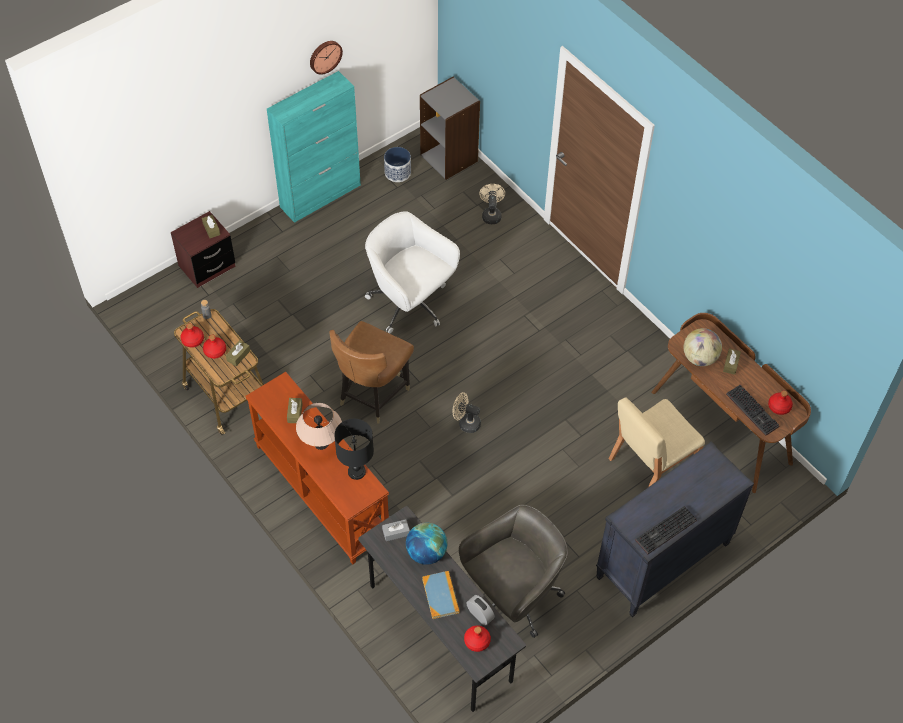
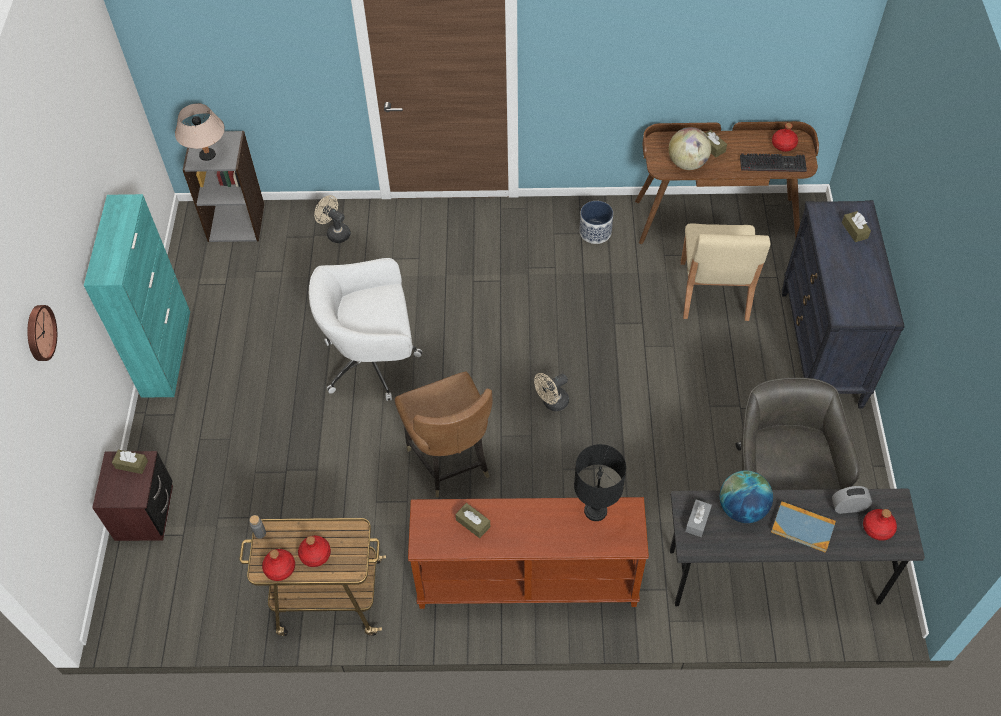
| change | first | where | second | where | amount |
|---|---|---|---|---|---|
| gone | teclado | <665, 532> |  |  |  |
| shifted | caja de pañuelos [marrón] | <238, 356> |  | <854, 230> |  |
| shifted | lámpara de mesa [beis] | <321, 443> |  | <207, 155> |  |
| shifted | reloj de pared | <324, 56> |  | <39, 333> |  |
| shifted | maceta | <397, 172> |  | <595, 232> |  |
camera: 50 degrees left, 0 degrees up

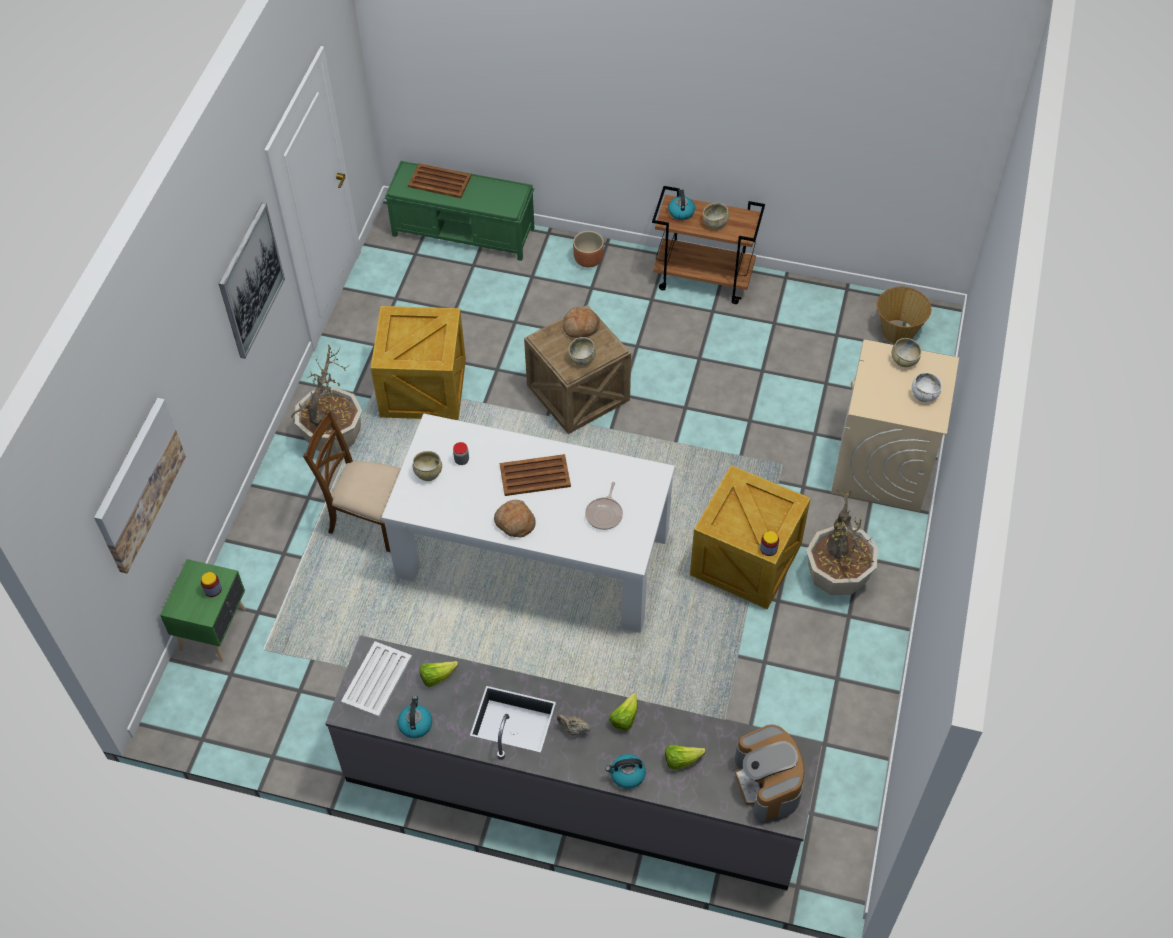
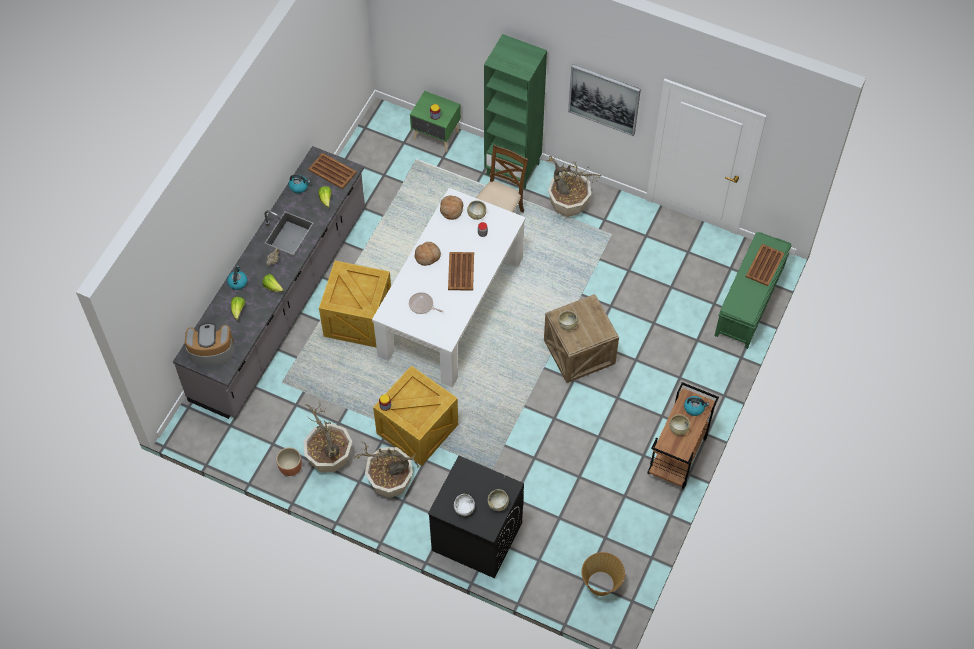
| change | first | where | second | where | amount |
|---|---|---|---|---|---|
| gone | cuadro | <138, 484> |  |  |  |
| new |  |  | planta en maceta | <329, 458> |  |
| new |  |  | estantería [verde] | <513, 168> |  |
| shifted | caja de embalaje | <422, 389> |  | <357, 317> |  |
| shifted | pan | <580, 327> |  | <451, 209> |  |
| shifted | maceta [marrón] | <588, 260> |  | <290, 467> |  |
| repainted | bandeja [blanco] | <376, 680> | bandeja [marrón] | <332, 171> |  |
| repainted | lavadora [beis] | <882, 465> | lavadora [negro] | <476, 536> |  |
camera: 100 degrees right, 5 degrees up

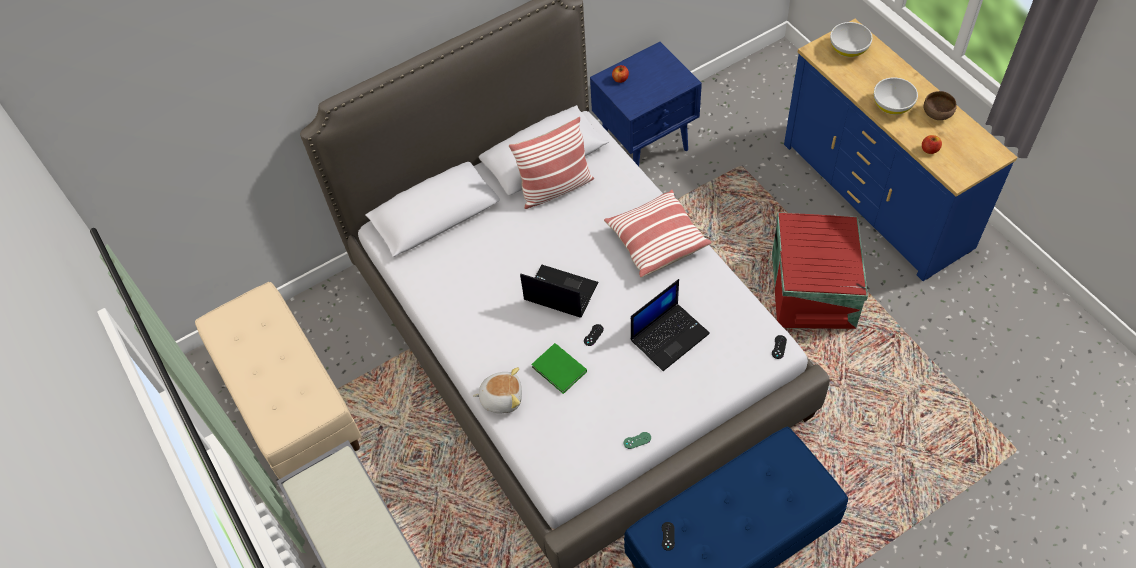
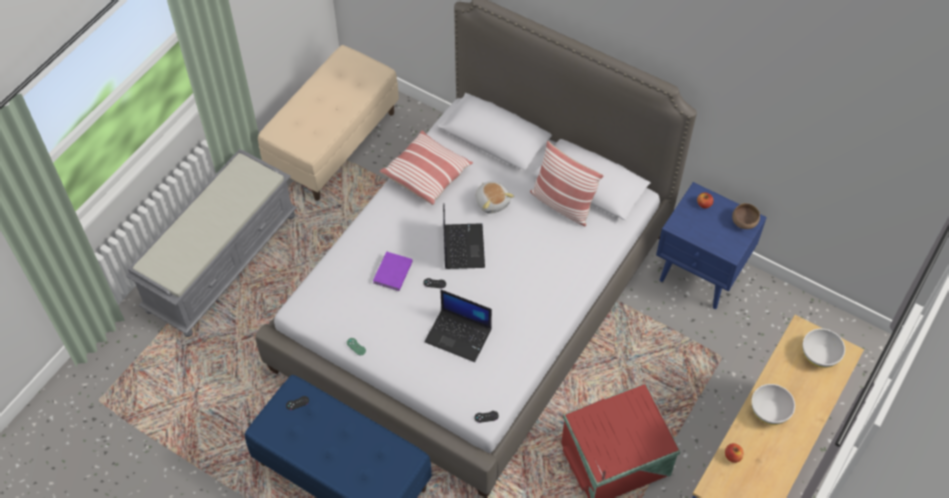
| change | first | where | second | where | amount |
|---|---|---|---|---|---|
| shifted | peluche | <501, 397> |  | <492, 202> |  |
| shifted | cojín | <656, 241> |  | <427, 174> |  |
| shifted | cuenco [marrón] | <937, 113> |  | <744, 222> |  |
| repainted | libro [verde] | <559, 370> | libro [morado] | <392, 273> |  |
camera: 60 degrees right, 0 degrees up

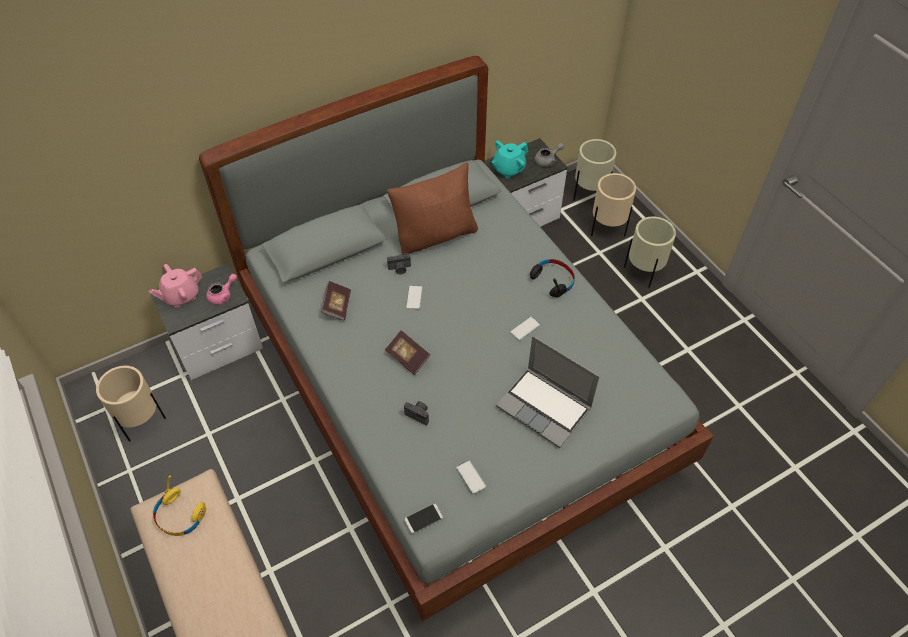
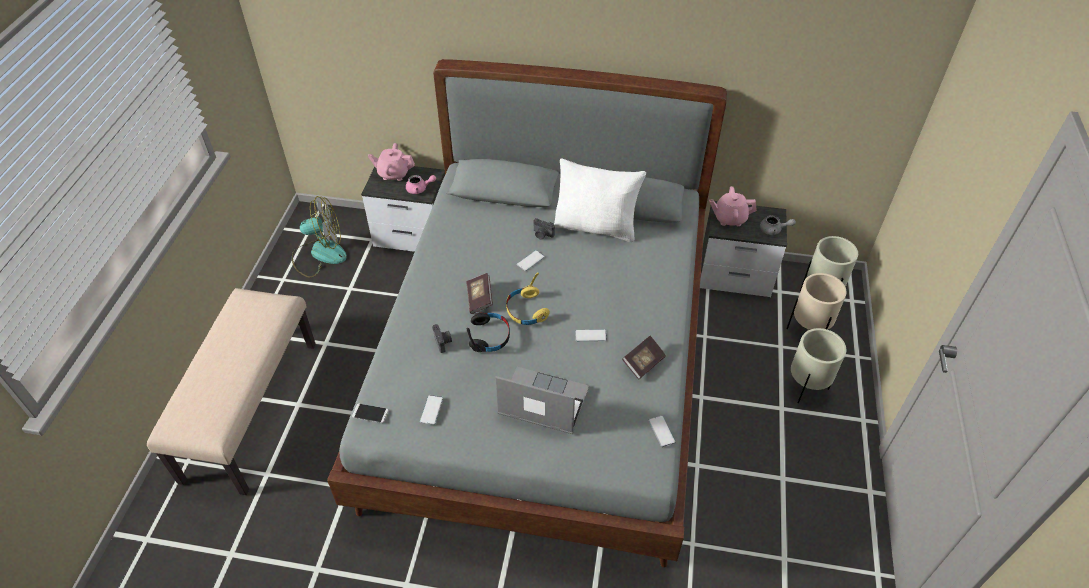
| change | first | where | second | where | amount |
|---|---|---|---|---|---|
| new |  |  | móvil | <661, 431> |  |
| shifted | auriculares [amarillo] | <180, 516> |  | <526, 310> |  |
| shifted | libro | <337, 306> |  | <643, 363> |  |
| shifted | auriculares [negro] | <553, 280> |  | <489, 336> |  |
| swapped | maceta [beis] | <142, 422> | ventilador | <319, 254> |  |
| repainted | cojín [marrón] | <436, 235> | cojín [blanco] | <596, 227> |  |
| repainted | tetera [turquesa] | <508, 169> | tetera [rosa] | <729, 218> |  |
| rotated | portátil | <545, 407> |  | <542, 403> | 120 degrees clockwise |
camera: 40 degrees right, 5 degrees down

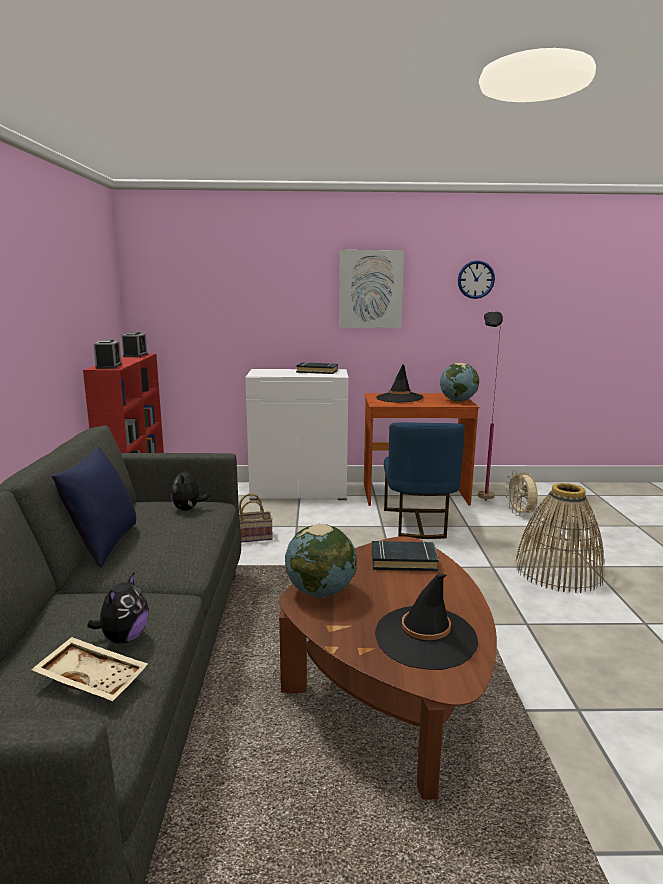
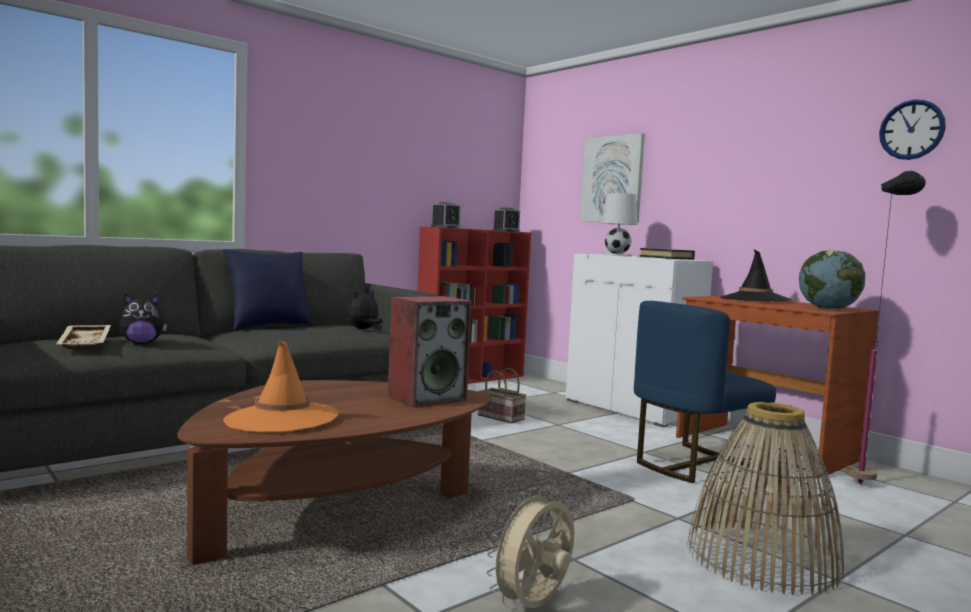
| change | first | where | second | where | amount |
|---|---|---|---|---|---|
| gone | globo terráqueo | <321, 592> |  |  |  |
| new |  |  | lámpara de mesa [blanco] | <617, 255> |  |
| shifted | cuadro | <370, 289> |  | <612, 179> |  |
| shifted | ventilador [beis] | <520, 514> |  | <533, 607> |  |
| swapped | libro [negro] | <403, 560> | altavoz | <427, 398> |  |
| repainted | sombrero [negro] | <425, 637> | sombrero [naranja] | <281, 418> |  |
camera: 50 degrees right, 10 degrees down

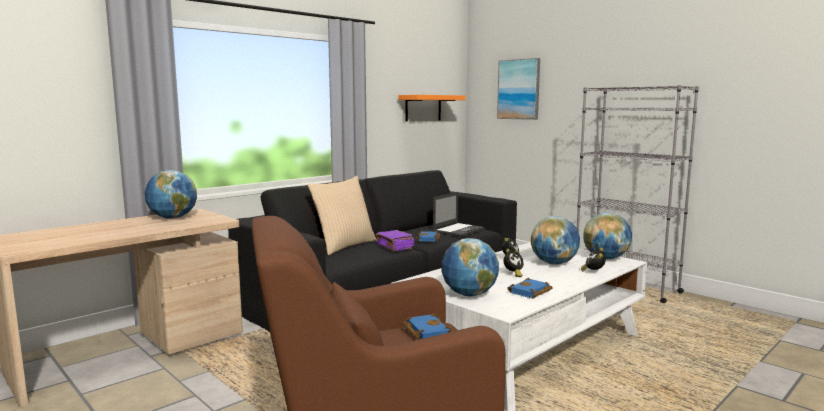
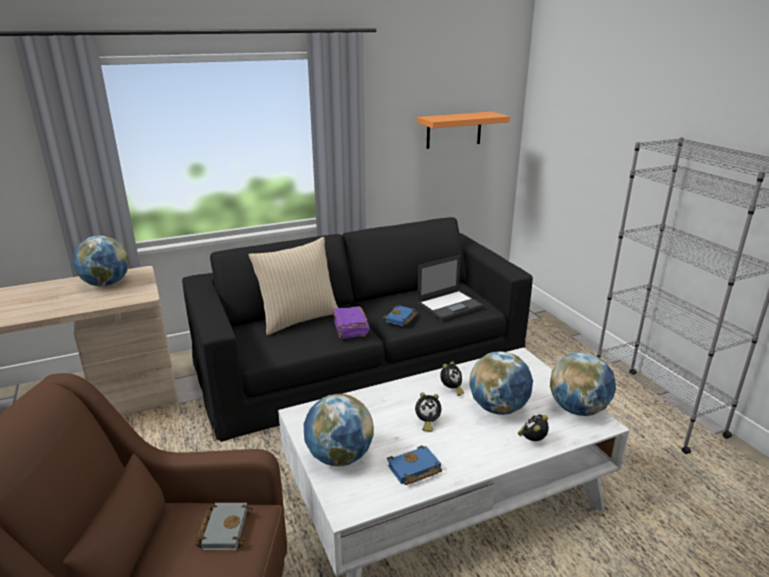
| change | first | where | second | where | amount |
|---|---|---|---|---|---|
| gone | cuadro | <519, 89> |  |  |  |
| repainted | libro [azul] | <425, 331> | libro [gris] | <223, 528> |  |
camera: 20 degrees right, 15 degrees up

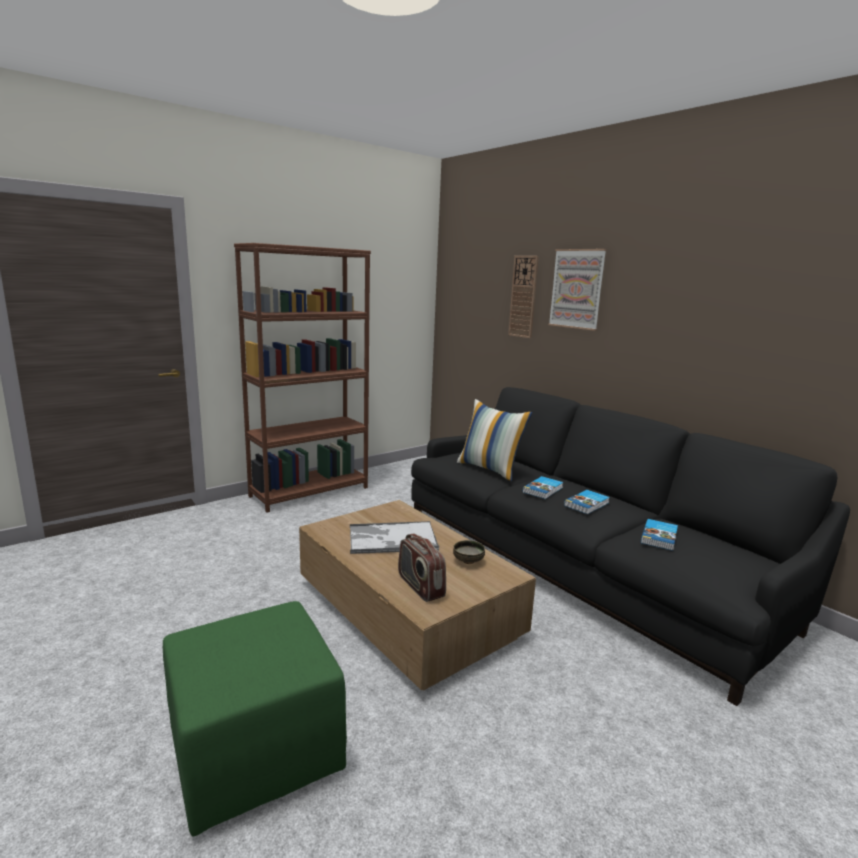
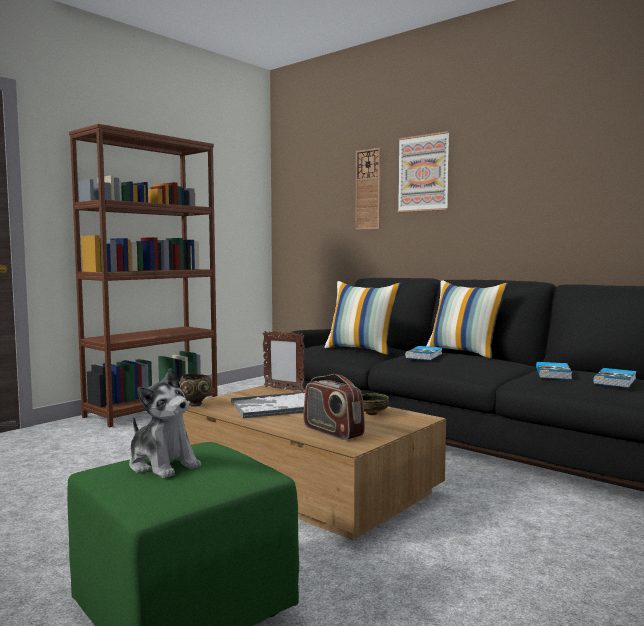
| change | first | where | second | where | amount |
|---|---|---|---|---|---|
| new |  |  | peluche | <163, 464> |  |
| new |  |  | cuenco [marrón] | <196, 404> |  |
| new |  |  | portarretratos | <283, 389> |  |
| new |  |  | cojín | <464, 352> |  |
| shifted | libro | <587, 504> |  | <616, 381> |  |
camera: 10 degrees left, 10 degrees down

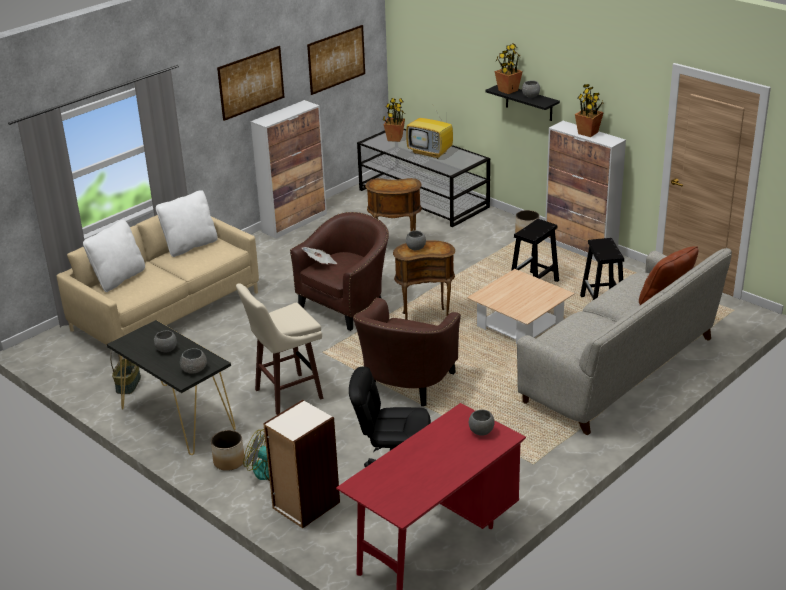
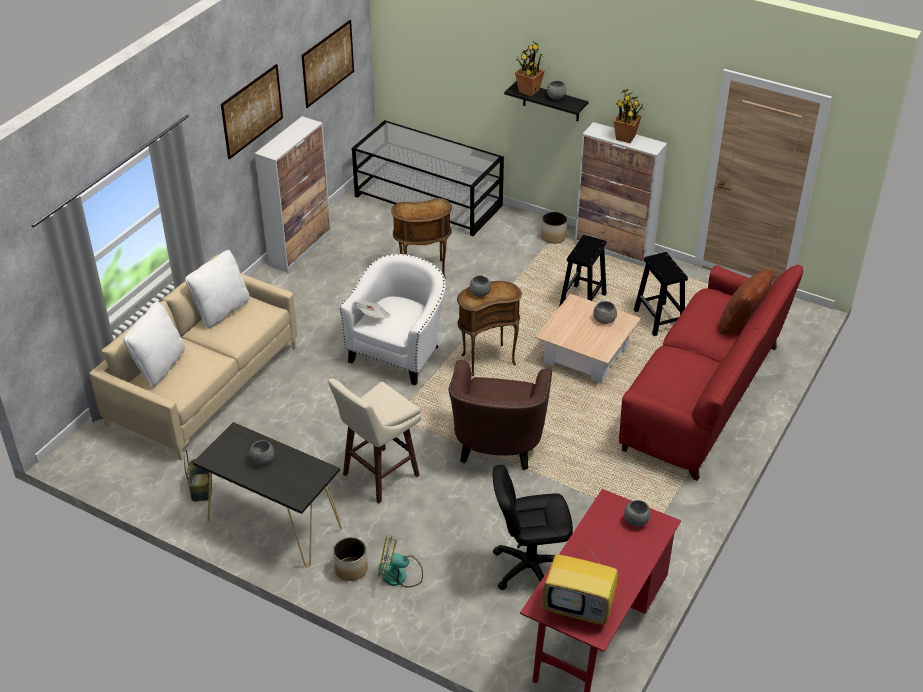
| change | first | where | second | where | amount |
|---|---|---|---|---|---|
| gone | estantería | <305, 505> |  |  |  |
| gone | planta en maceta | <394, 139> |  |  |  |
| shifted | cuenco [gris] | <194, 369> |  | <604, 319> |  |
| shifted | televisor | <431, 153> |  | <580, 607> |  |
| repainted | sillón [marrón] | <347, 305> | sillón [blanco] | <399, 352> |  |
| repainted | sofá [gris] | <620, 370> | sofá [rojo] | <703, 397> |  |
camera: 15 degrees left, 10 degrees up

